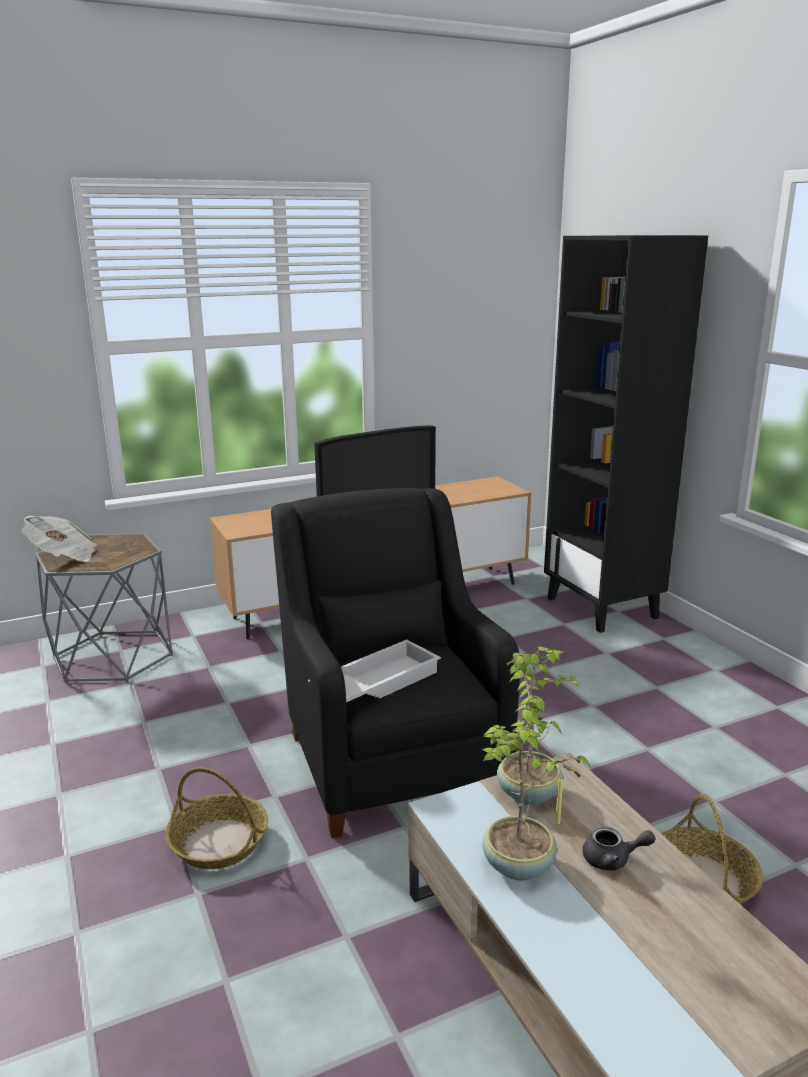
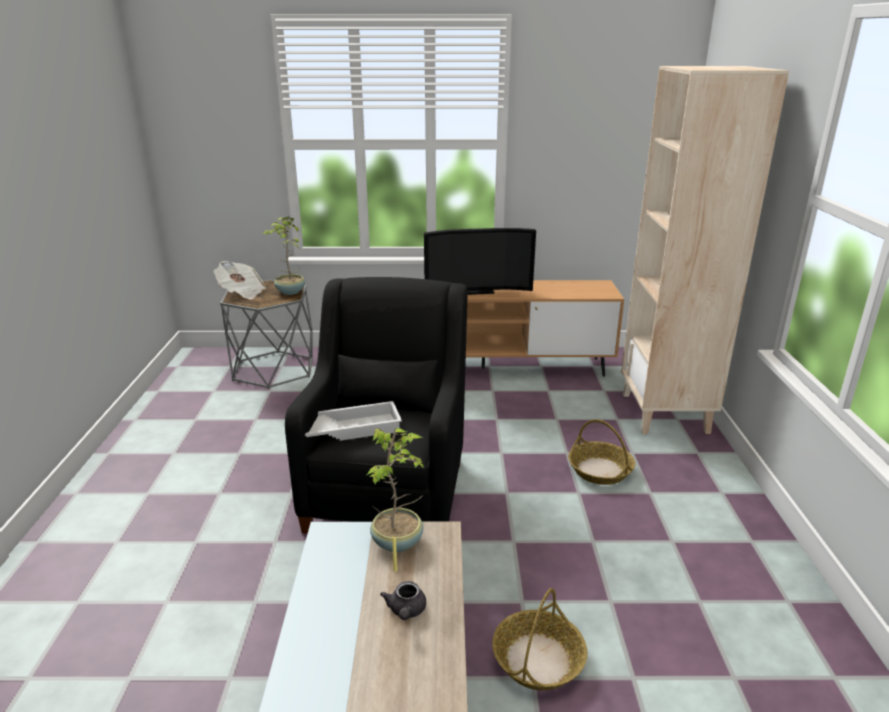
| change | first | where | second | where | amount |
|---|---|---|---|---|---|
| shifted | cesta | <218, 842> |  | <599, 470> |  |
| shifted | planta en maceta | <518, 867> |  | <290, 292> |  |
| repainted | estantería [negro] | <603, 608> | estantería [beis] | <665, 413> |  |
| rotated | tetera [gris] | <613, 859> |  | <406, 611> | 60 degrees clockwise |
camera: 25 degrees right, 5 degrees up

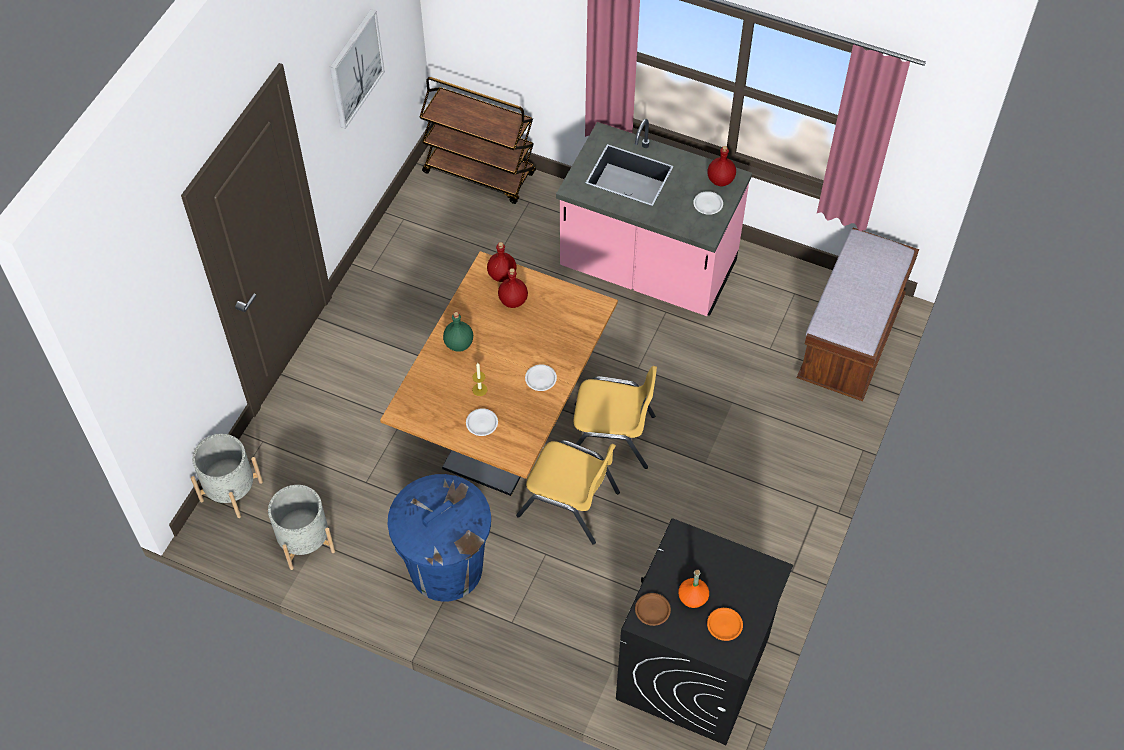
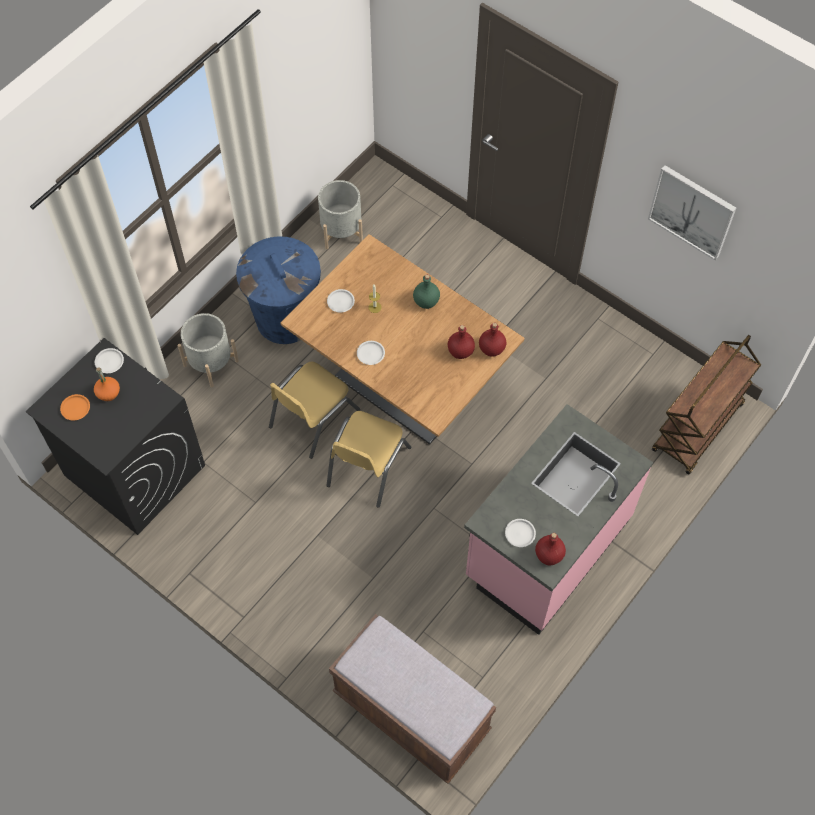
| change | first | where | second | where | amount |
|---|---|---|---|---|---|
| shifted | maceta [gris] | <231, 491> |  | <211, 363> |  |
| repainted | plato [marrón] | <652, 610> | plato [blanco] | <109, 362> |  |
camera: 105 degrees right, 5 degrees up

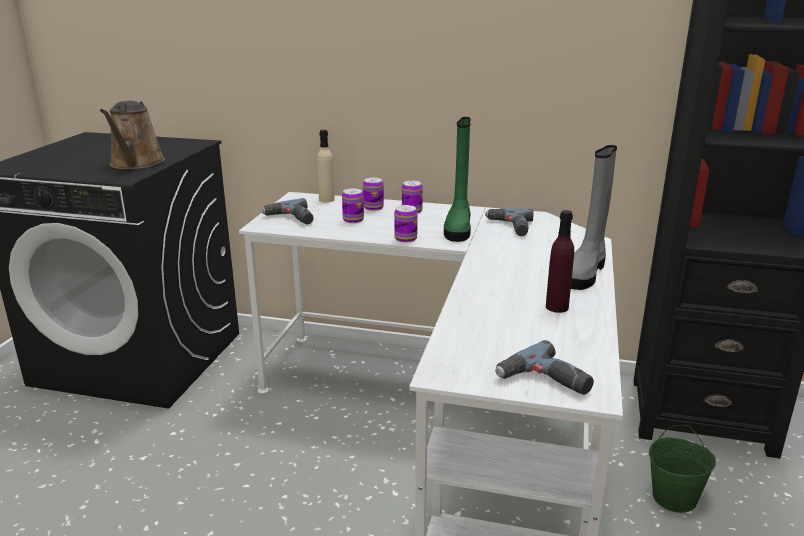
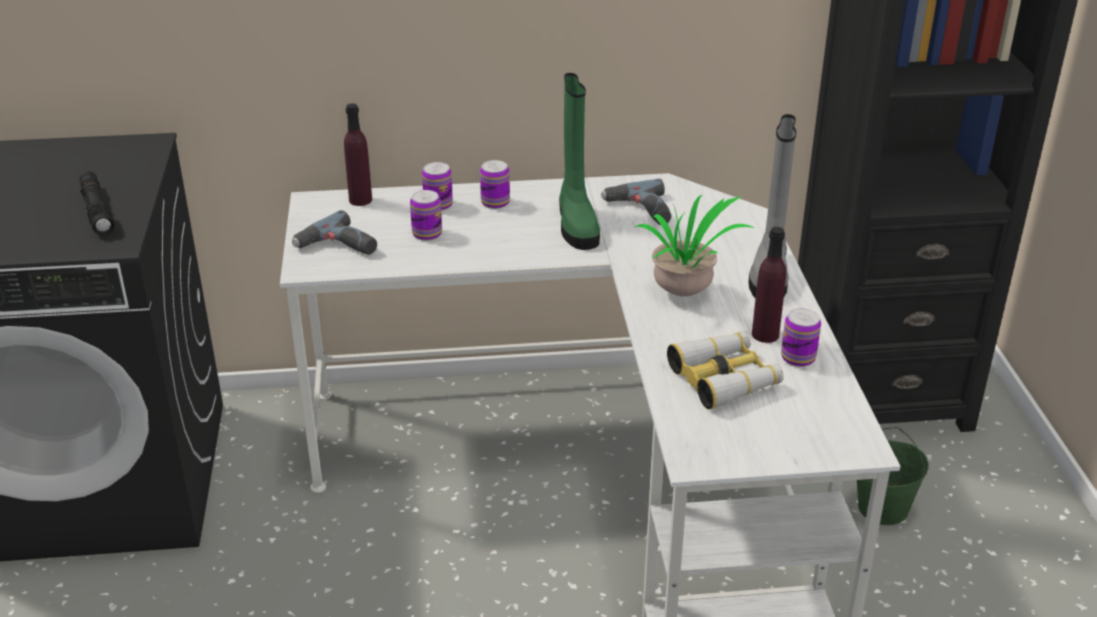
| change | first | where | second | where | amount |
|---|---|---|---|---|---|
| gone | taladro | <544, 382> |  |  |  |
| new |  |  | planta en maceta | <687, 293> |  |
| new |  |  | prismáticos | <724, 378> |  |
| shifted | lata | <405, 239> |  | <798, 358> |  |
| swapped | regadera [marrón] | <136, 164> | linterna [negro] | <97, 210> |  |
| repainted | botella [beis] | <326, 199> | botella [morado] | <360, 200> |  |
camera: 20 degrees left, 10 degrees up

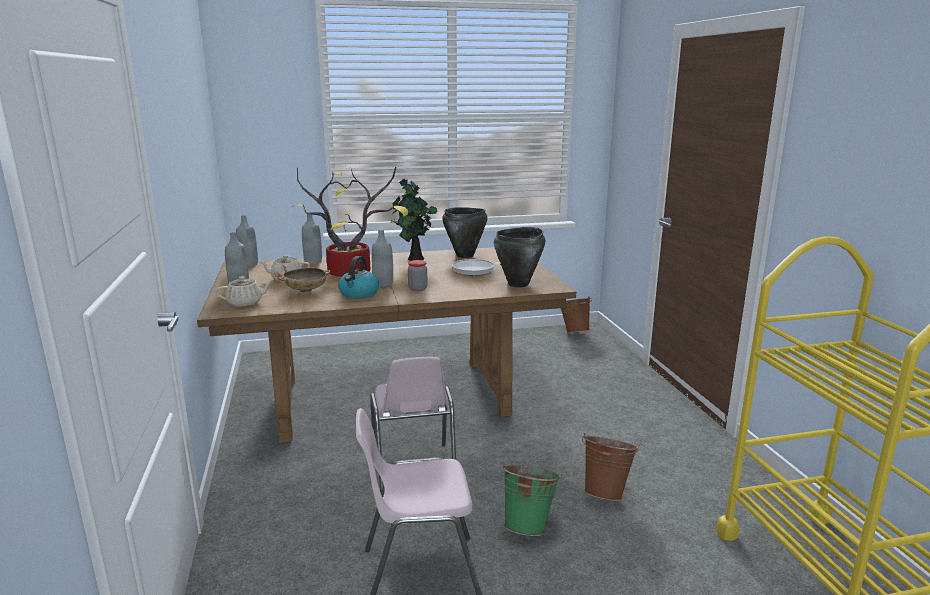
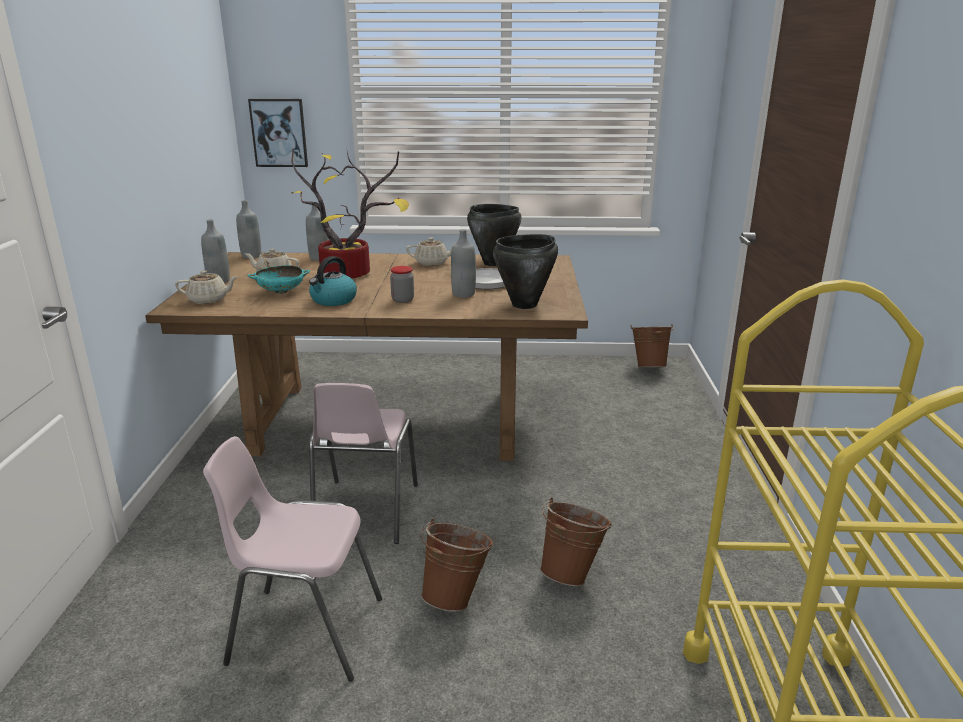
| change | first | where | second | where | amount |
|---|---|---|---|---|---|
| new |  |  | cuadro | <279, 133> |  |
| shifted | botella [gris] | <383, 284> |  | <463, 294> |  |
| swapped | planta en maceta | <414, 259> | tetera [beis] | <432, 263> |  |
| repainted | cuenco [beis] | <306, 291> | cuenco [turquesa] | <281, 292> |  |
| repainted | cubo [verde] | <528, 525> | cubo [marrón] | <456, 597> |  |
camera: 15 degrees right, 5 degrees up

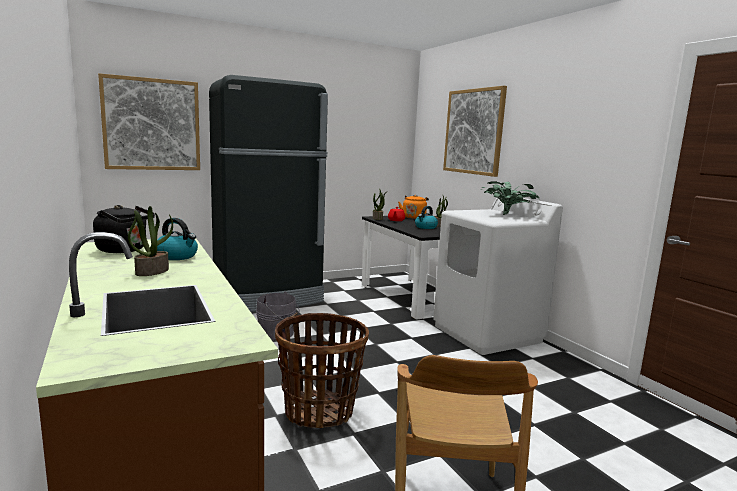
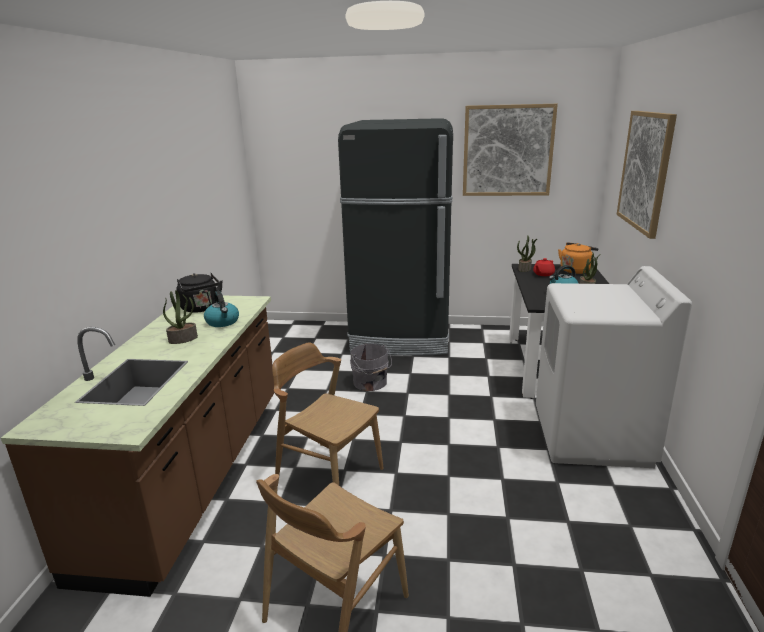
| change | first | where | second | where | amount |
|---|---|---|---|---|---|
| gone | planta en maceta | <507, 215> |  |  |  |
| shifted | cuadro | <152, 124> |  | <507, 151> |  |
| swapped | cesta | <319, 411> | silla [marrón] | <329, 474> |  |
camera: 35 degrees right, 10 degrees up

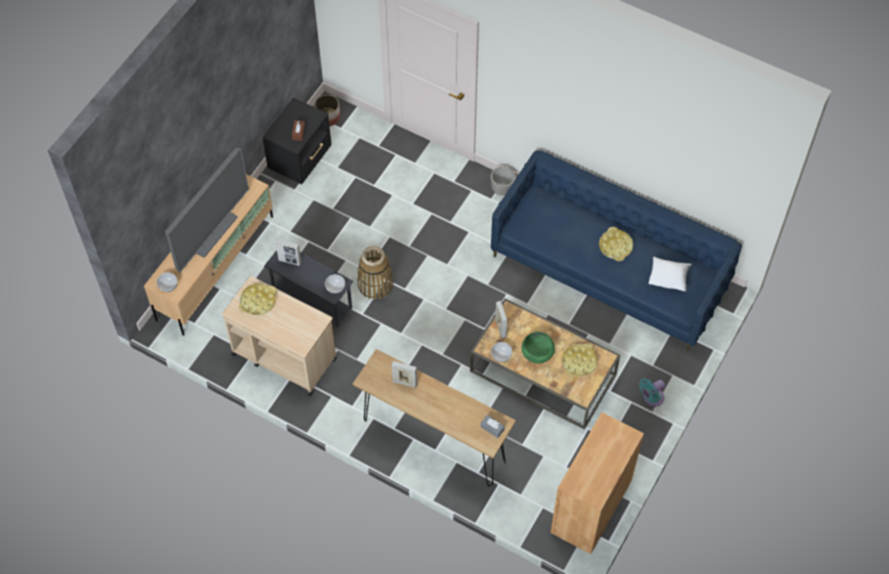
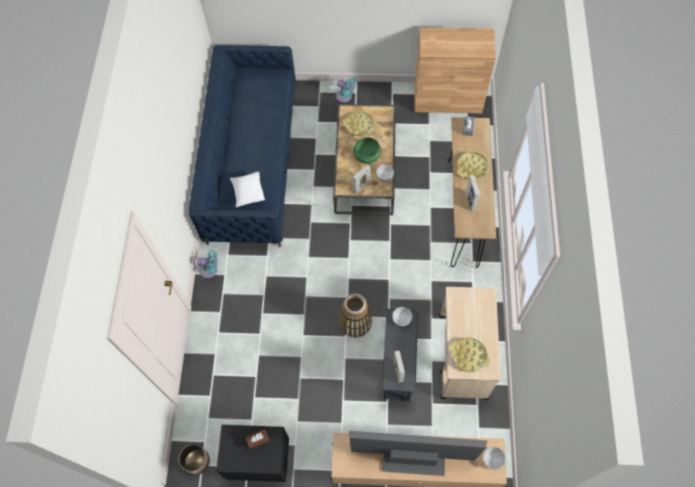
| change | first | where | second | where | amount |
|---|---|---|---|---|---|
| shifted | bandeja [amarillo] | <615, 246> |  | <472, 167> |  |
| shifted | cojín [blanco] | <668, 279> |  | <248, 193> |  |
| swapped | maceta | <502, 189> | ventilador [turquesa] | <210, 270> |  |
camera: 115 degrees left, 5 degrees up

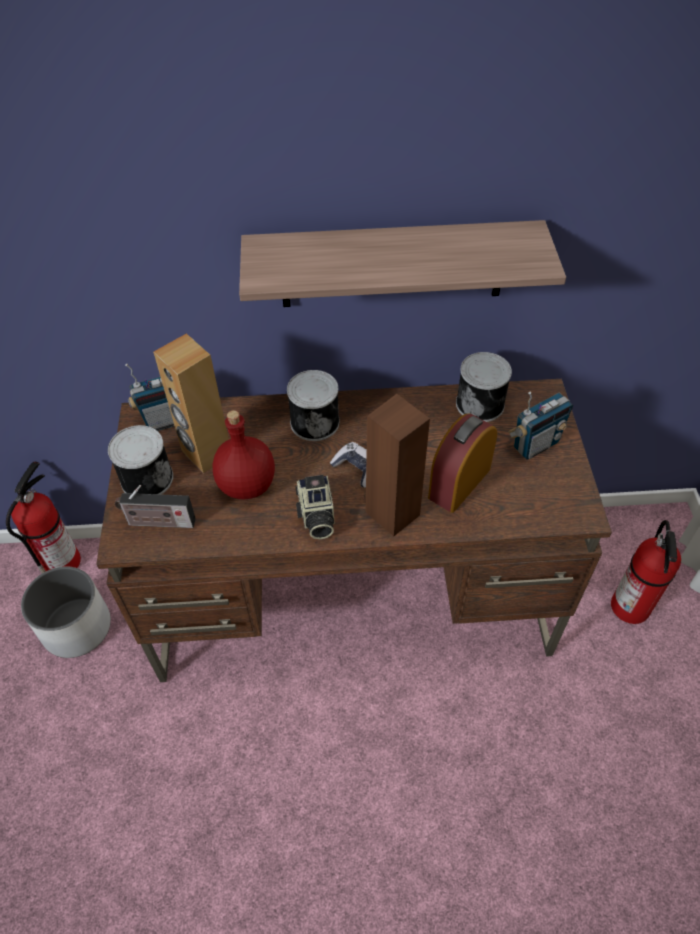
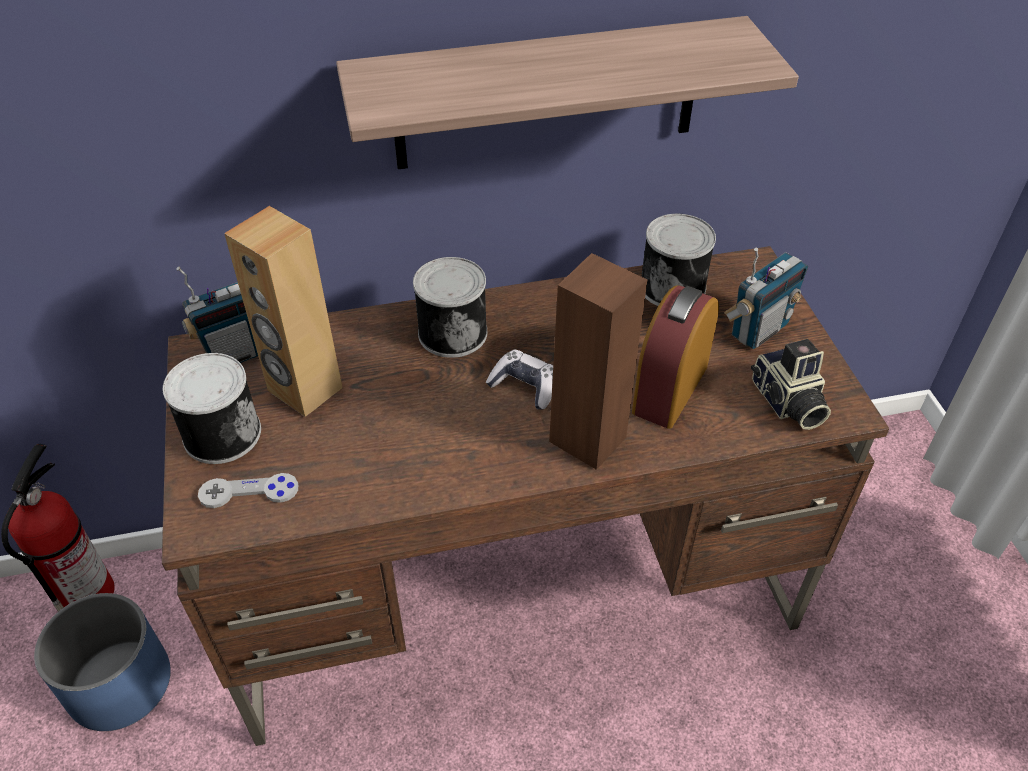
| change | first | where | second | where | amount |
|---|---|---|---|---|---|
| gone | botella [rojo] | <246, 485> |  |  |  |
| gone | extintor | <631, 608> |  |  |  |
| shifted | cámara | <316, 516> |  | <786, 403> |  |
| swapped | radio | <158, 522> | mando de consola [gris] | <249, 492> |  |
| repainted | maceta [blanco] | <77, 627> | maceta [azul] | <120, 683> |  |
camera: 10 degrees left, 5 degrees down

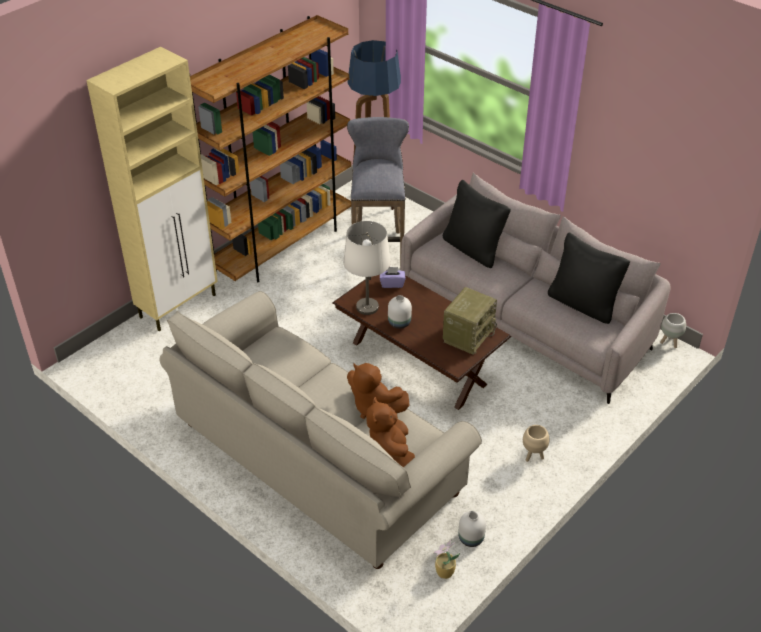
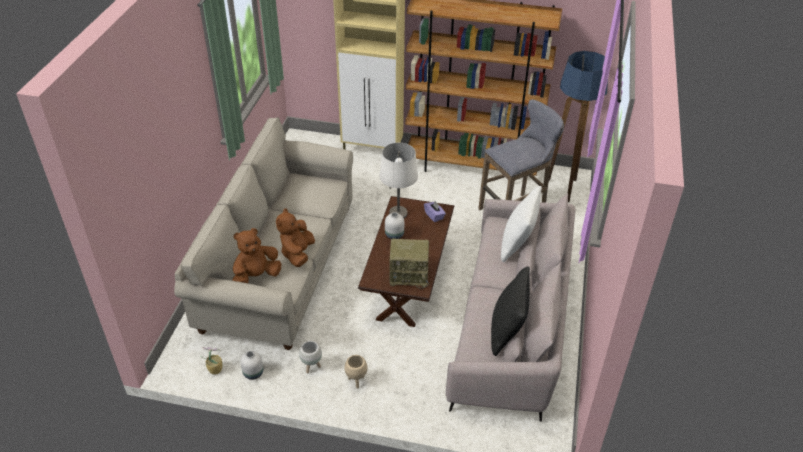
| change | first | where | second | where | amount |
|---|---|---|---|---|---|
| shifted | maceta [blanco] | <669, 343> |  | <311, 367> |  |
| repainted | cojín [negro] | <473, 249> | cojín [blanco] | <517, 244> |  |
camera: 60 degrees right, 0 degrees up

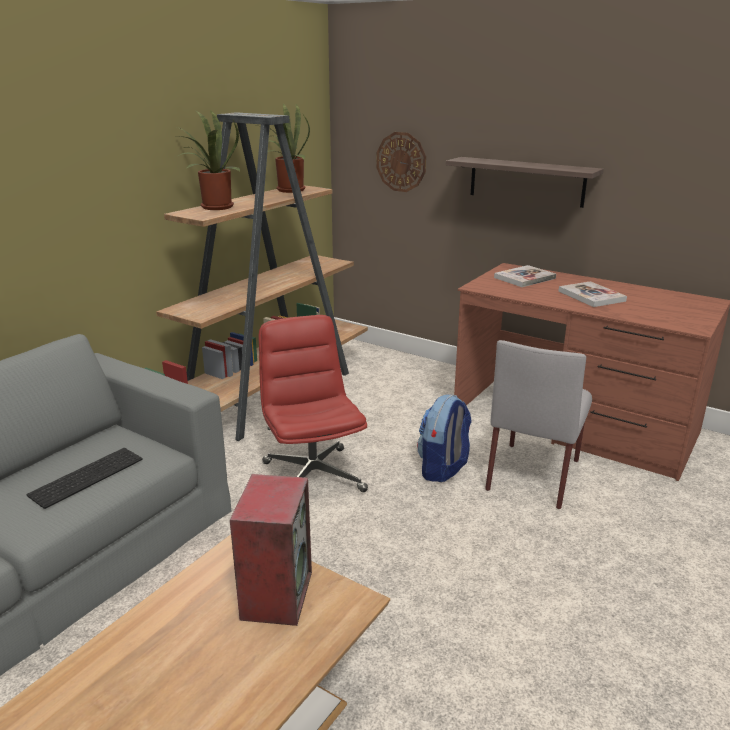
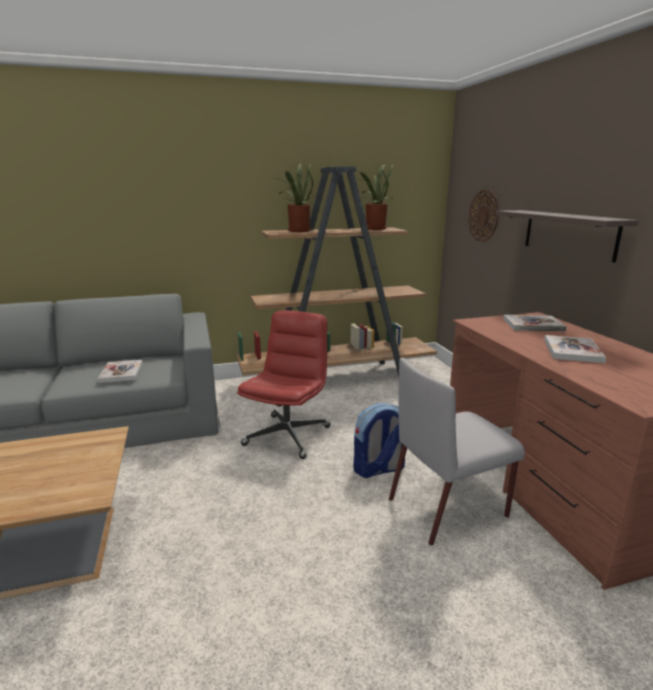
| change | first | where | second | where | amount |
|---|---|---|---|---|---|
| gone | altavoz | <276, 594> |  |  |  |
| swapped | teclado | <87, 476> | libro | <121, 372> |  |
camera: 40 degrees right, 5 degrees down

